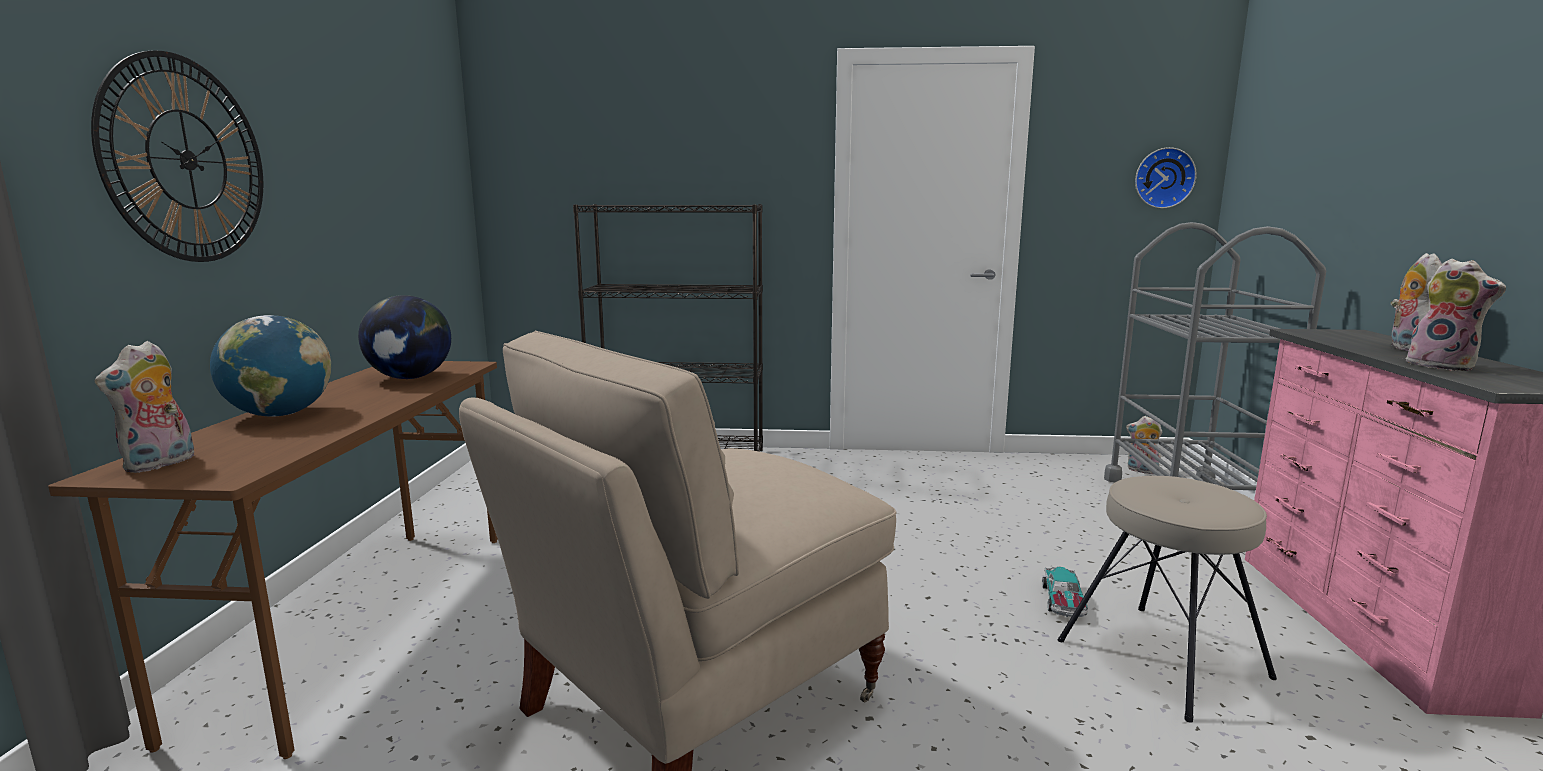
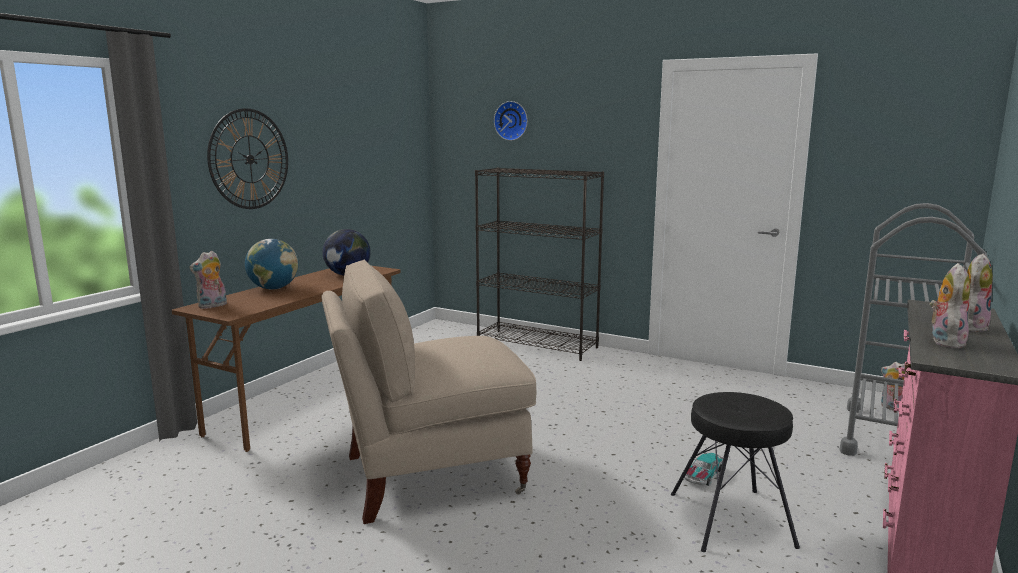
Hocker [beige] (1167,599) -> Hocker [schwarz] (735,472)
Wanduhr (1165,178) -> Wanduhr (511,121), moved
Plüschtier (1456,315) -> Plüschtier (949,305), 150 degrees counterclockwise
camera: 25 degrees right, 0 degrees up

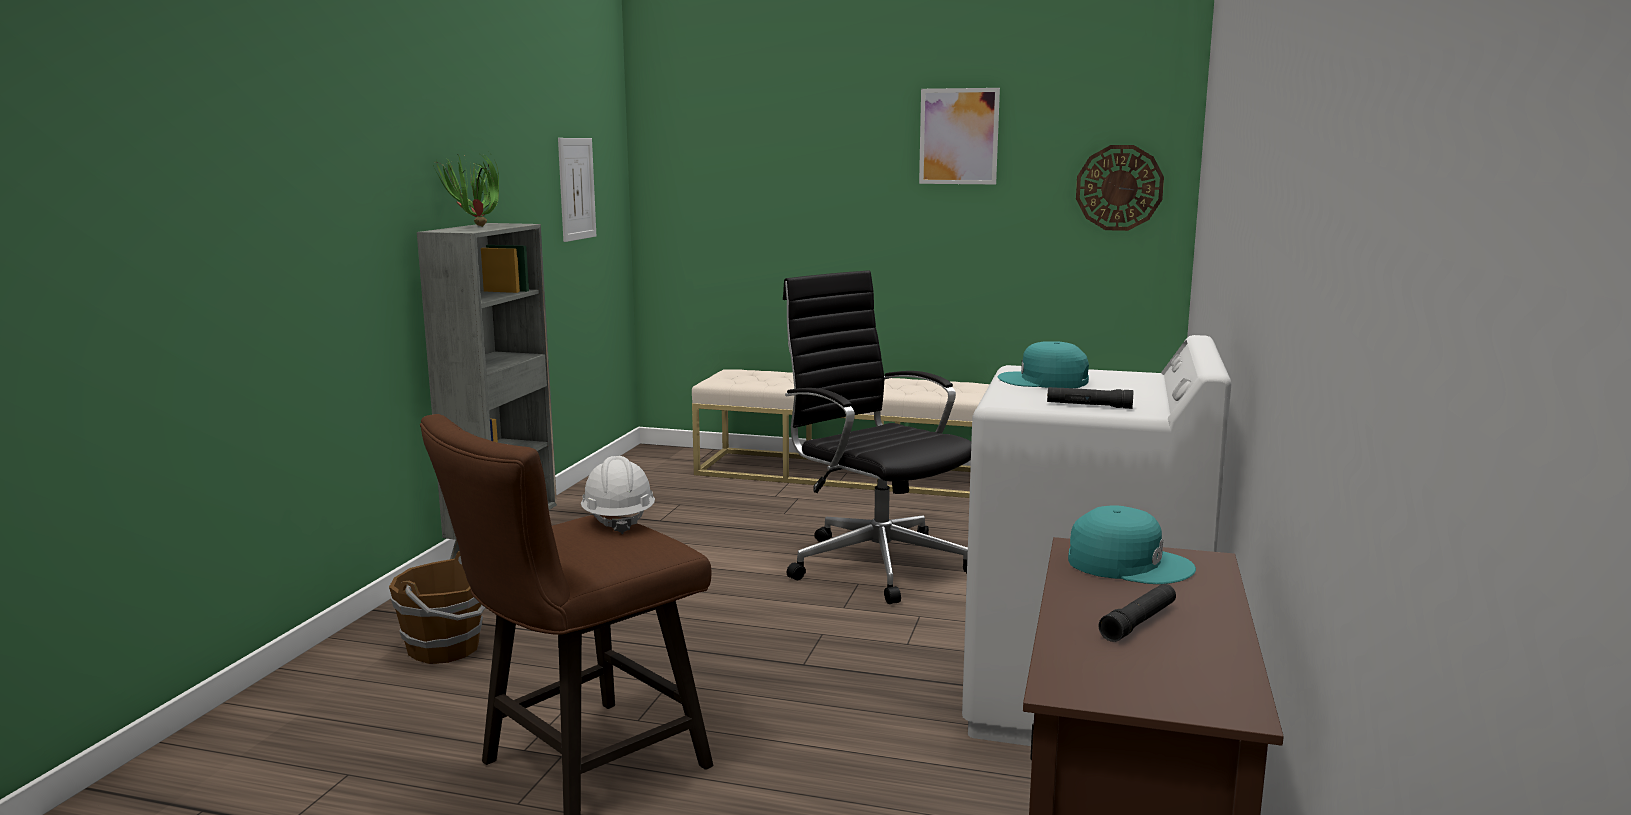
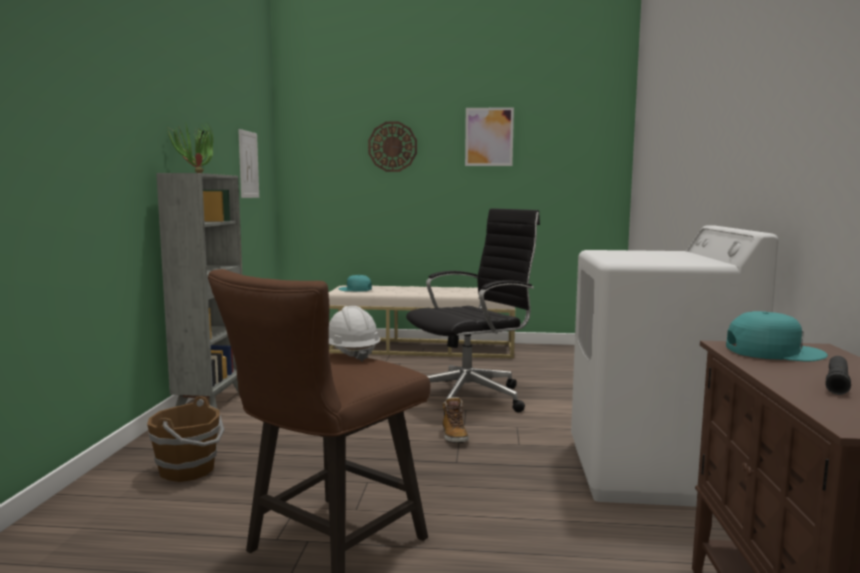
Bürostuhl [schwarz] (877,437) -> Bürostuhl [schwarz] (473,311), 105 degrees clockwise
Kappe [türkis] (1043,364) -> Kappe [türkis] (355,283), moved
Taschenlampe [schwarz] (1090,398) -> none
Wanduhr (1120,188) -> Wanduhr (392,147), moved
none -> Stiefel (455,420)
camera: 10 degrees left, 5 degrees down

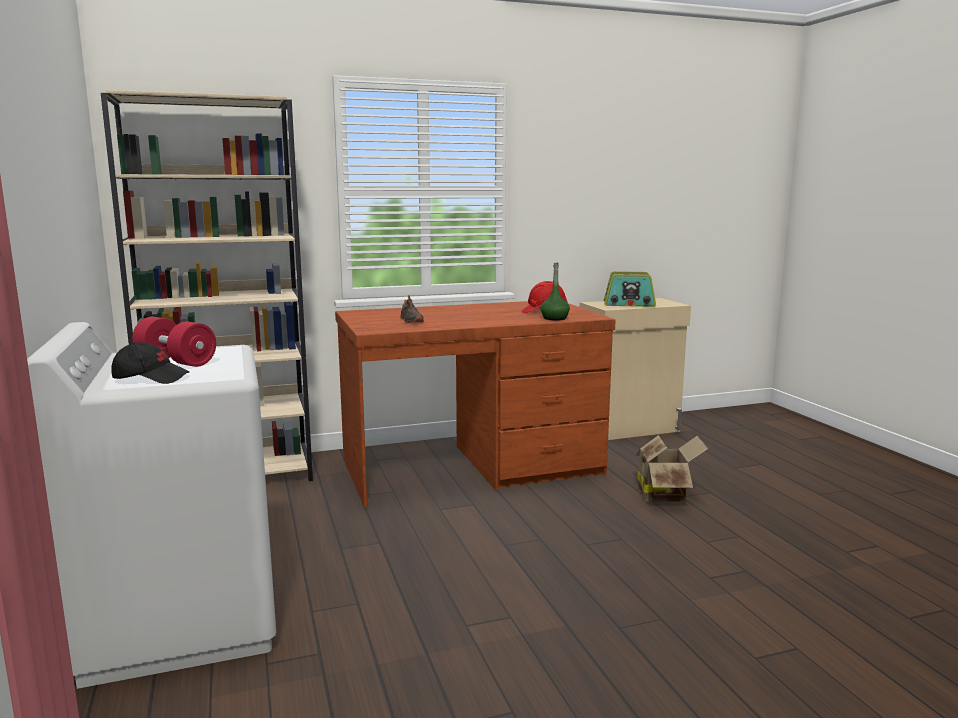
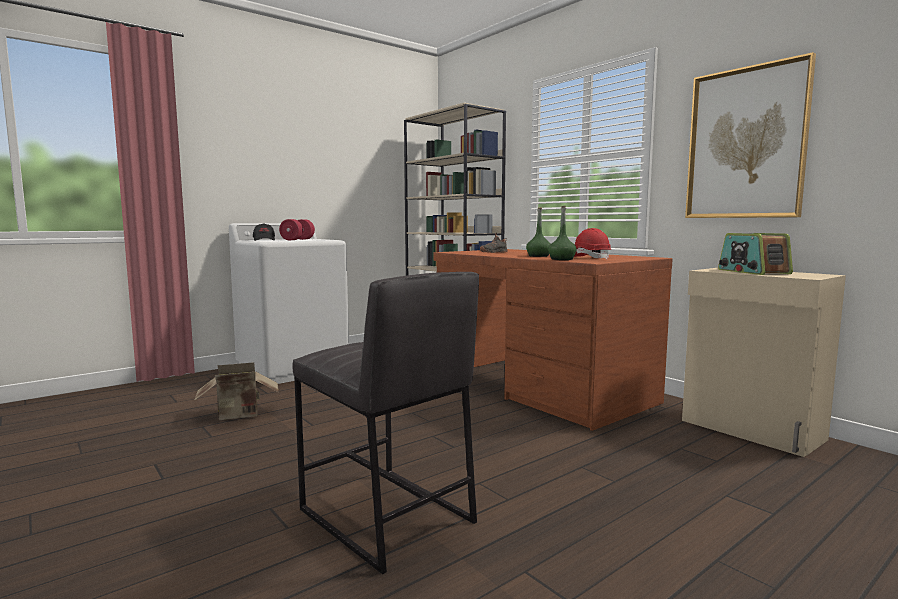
Karton (671,469) -> Karton (236,391), moved
none -> Hocker [grau] (386,423)
none -> Flasche [grün] (538,232)
none -> Bild (750,135)
camera: 70 degrees right, 5 degrees down

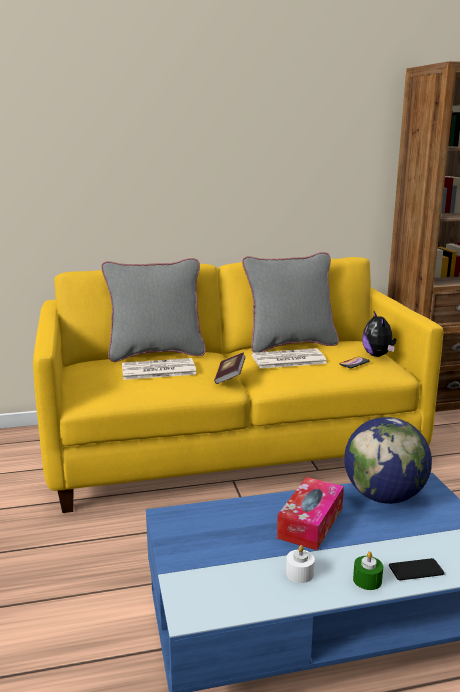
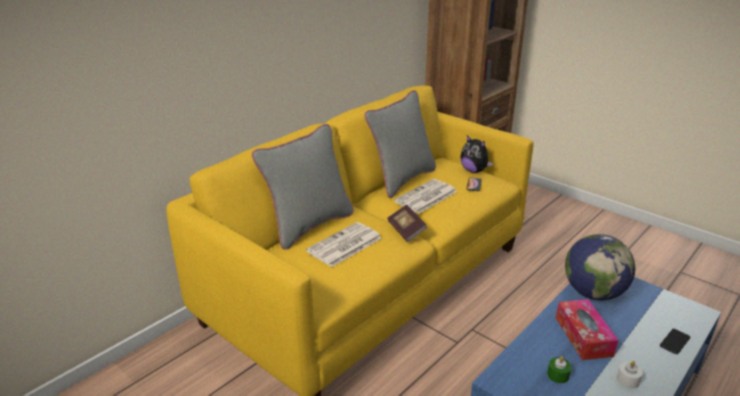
Kerze [grün] (368,570) -> Kerze [grün] (559,369), moved
camera: 35 degrees left, 10 degrees up

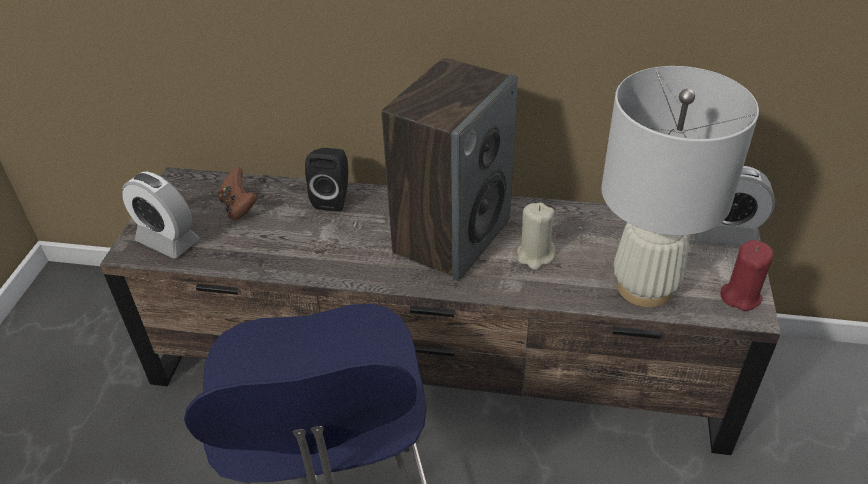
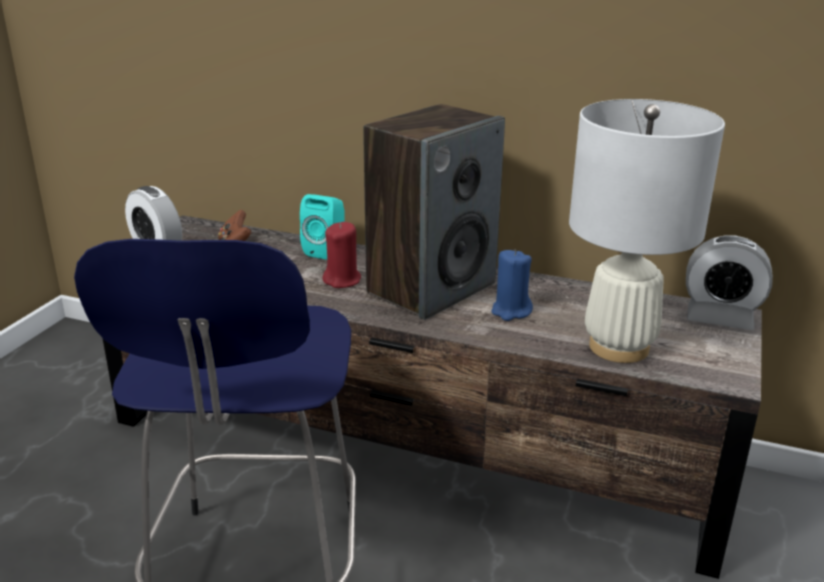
Lautsprecher [schwarz] (326,180) -> Lautsprecher [türkis] (322,227)
Kerze [beige] (536,236) -> Kerze [blau] (512,285)
Kerze [rot] (746,275) -> Kerze [rot] (341,255), moved
camera: 10 degrees right, 15 degrees down

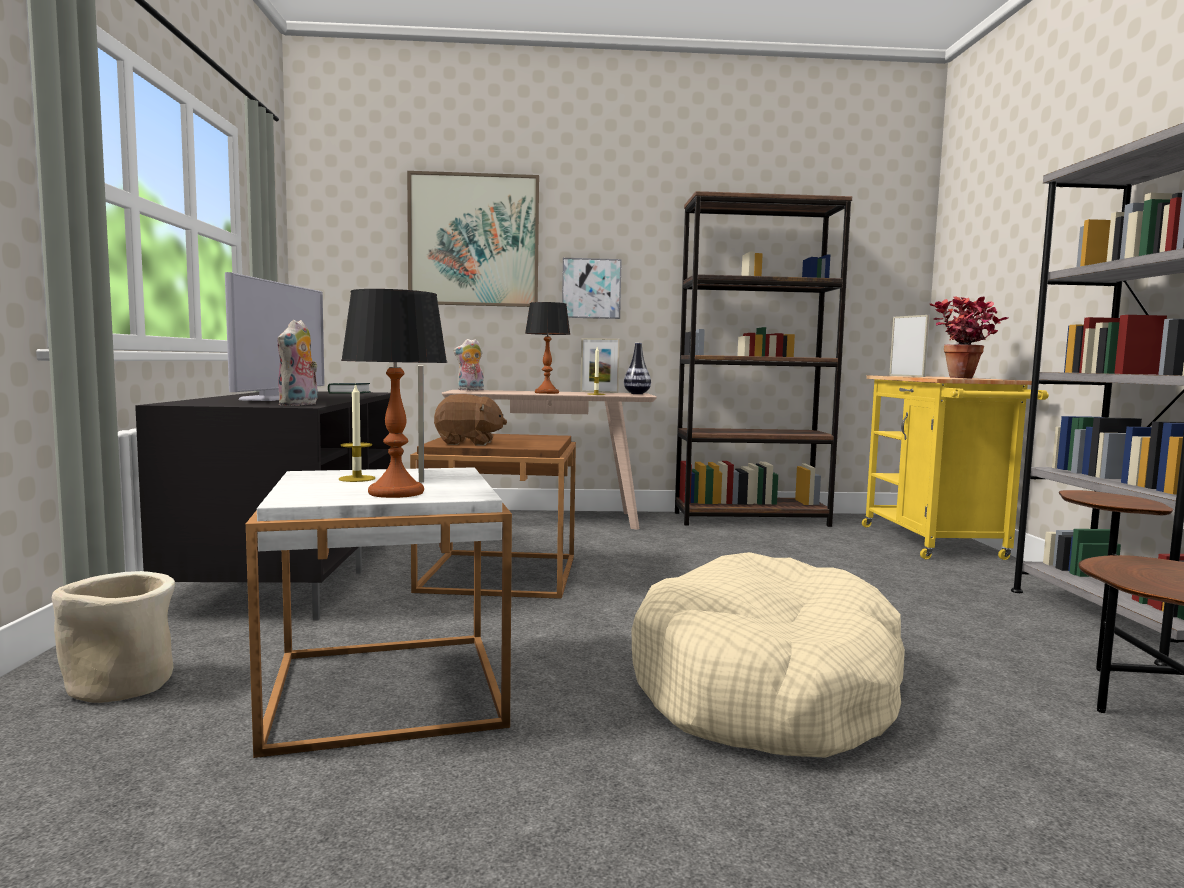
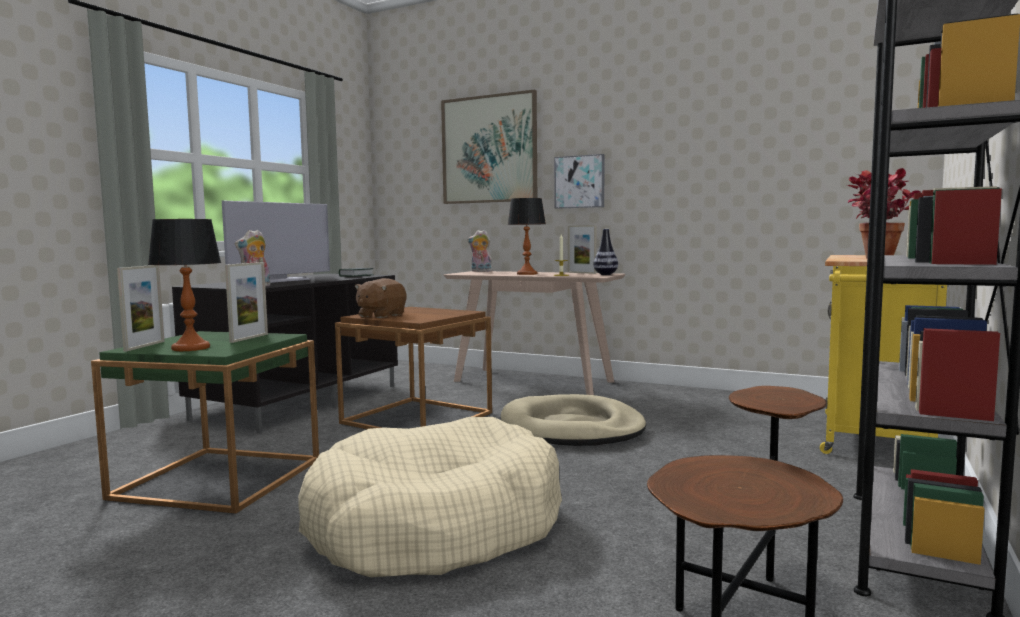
Pflanzkübel [beige] (113,637) -> none
Beistelltisch [weiß] (379,612) -> Beistelltisch [grün] (205,422)
Kerze (357,432) -> none
Plüschtier [braun] (470,420) -> Plüschtier [braun] (380,298), 90 degrees clockwise
Bücherregal [braun] (763,359) -> none
Bilderrahmen (909,346) -> Bilderrahmen (141,308), moved
none -> Hundebett [beige] (573,420)
camera: 30 degrees right, 0 degrees up

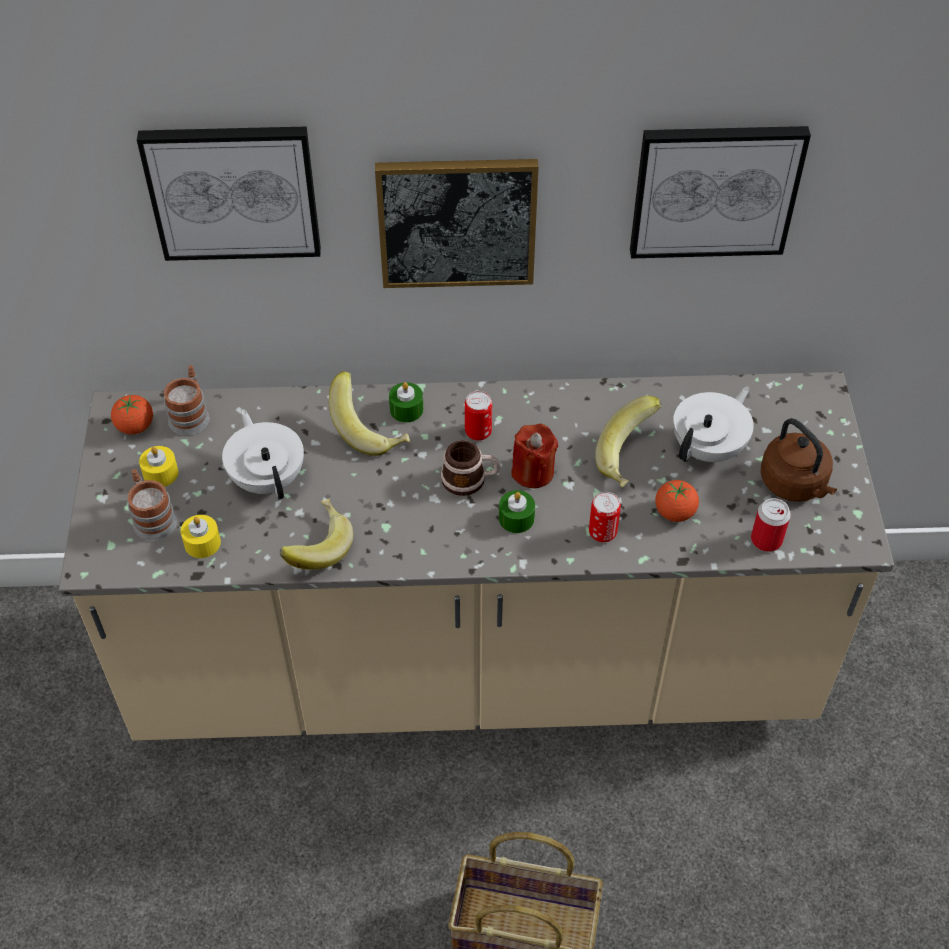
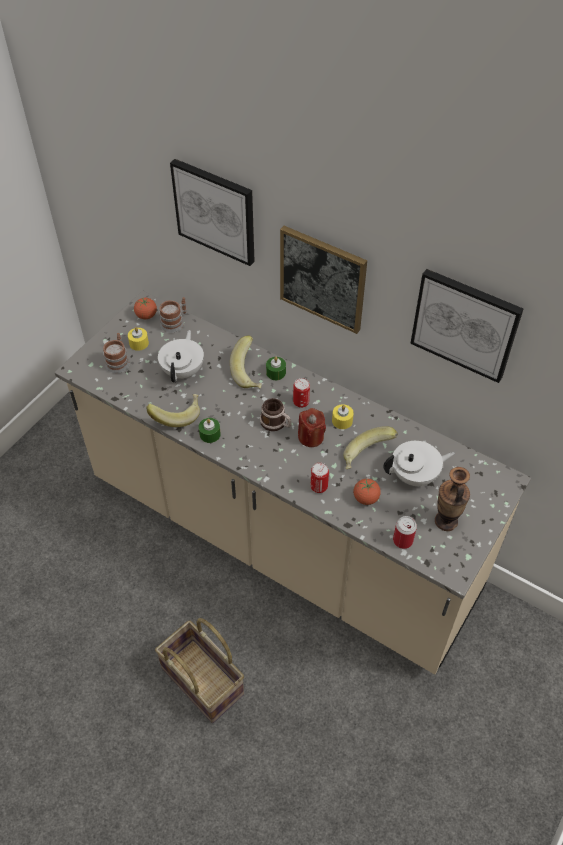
Kerze [gelb] (201,536) -> Kerze [gelb] (343,416), moved
Kerze [grün] (517,511) -> Kerze [grün] (210,430), moved
Wasserkessel [braun] (799,460) -> Vase (452,499)
camera: 35 degrees right, 0 degrees up

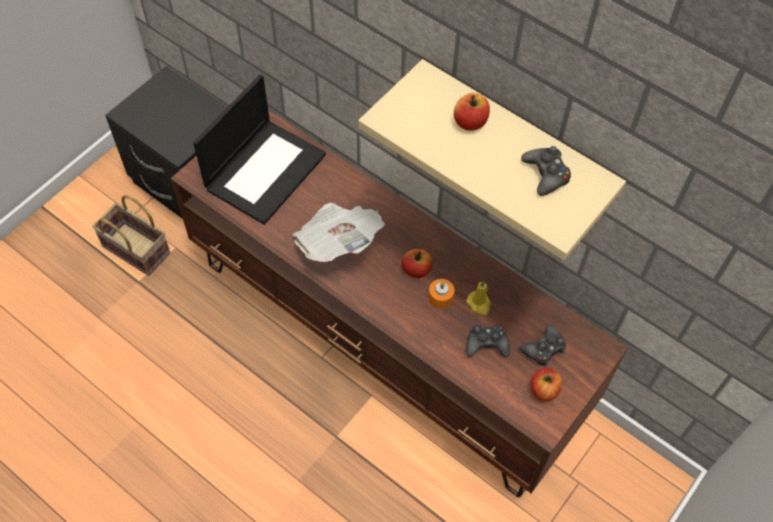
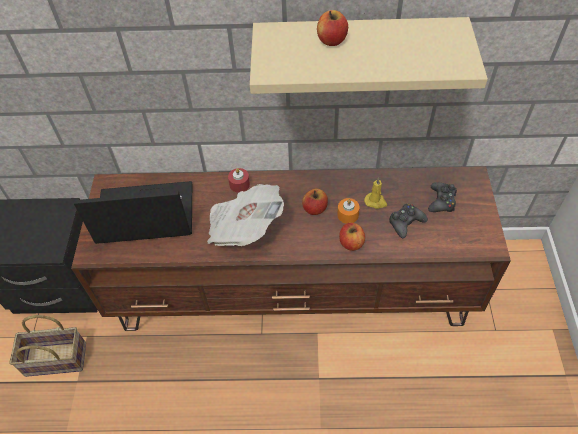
Laptop (259,149) -> Laptop (133,212), 90 degrees counterclockwise
Gamepad [schwarz] (546,171) -> none
Apfel (546,384) -> Apfel (352,237), moved
none -> Kerze [rot] (239,180)
camera: 35 degrees left, 5 degrees down

